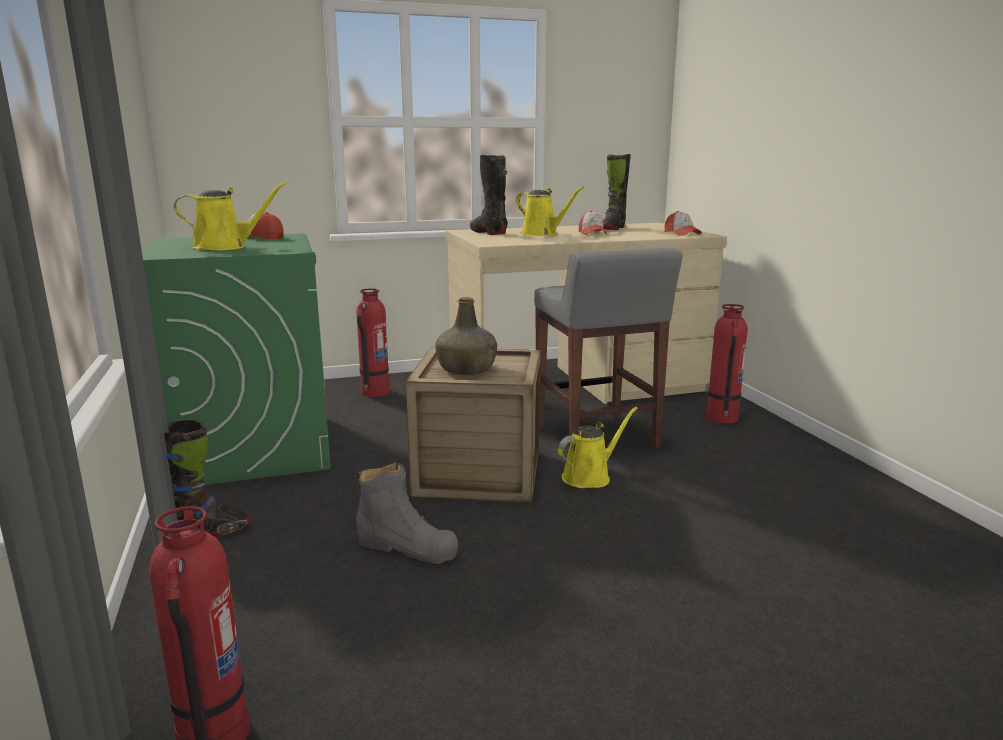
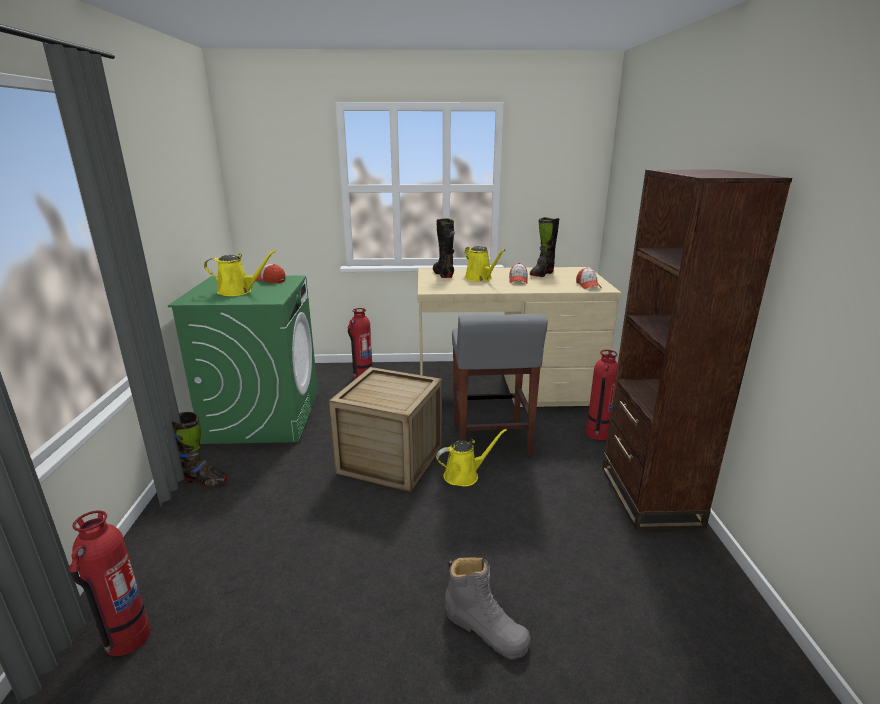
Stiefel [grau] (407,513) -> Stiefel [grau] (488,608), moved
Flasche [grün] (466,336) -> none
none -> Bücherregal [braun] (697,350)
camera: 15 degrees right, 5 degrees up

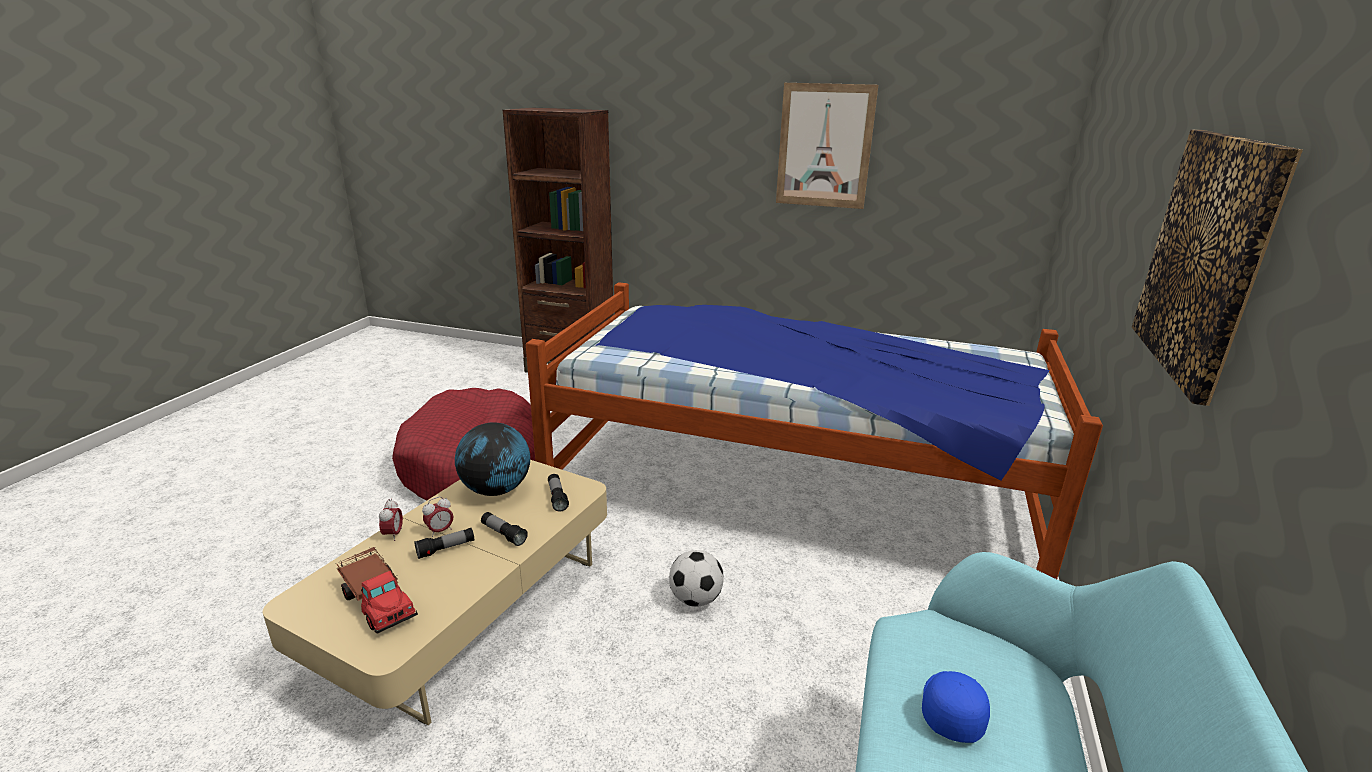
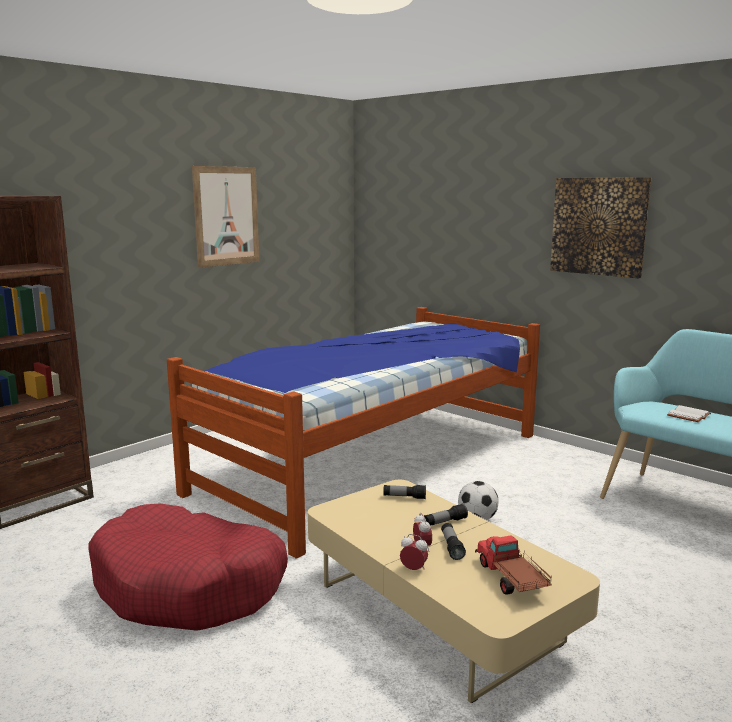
Spielzeuglaster (377,590) -> Spielzeuglaster (513,565), 90 degrees counterclockwise
Globus (492,459) -> none
Kappe [blau] (956,707) -> Buch [weiß] (689,413)
camera: 65 degrees left, 10 degrees down

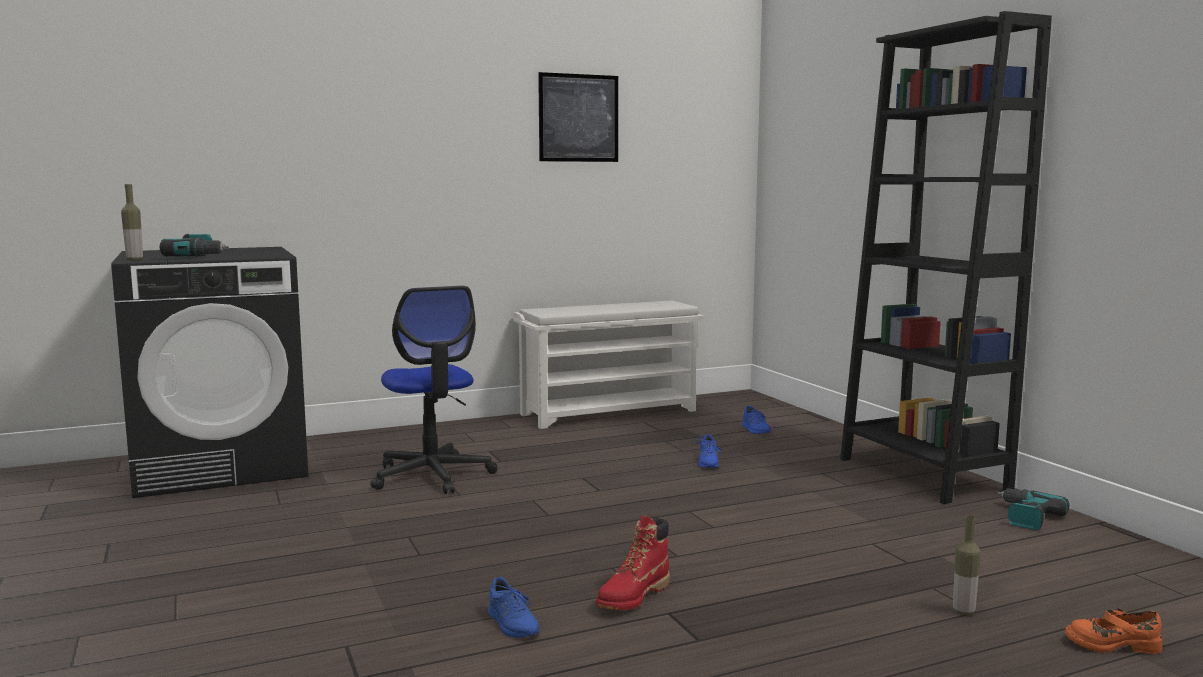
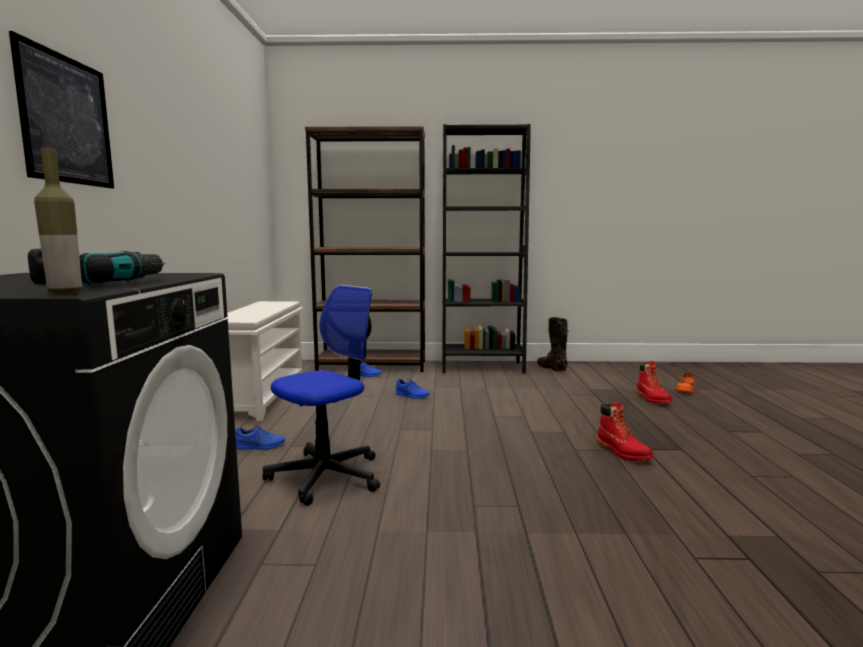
Bürostuhl (434,390) -> Bürostuhl (321,395), 45 degrees counterclockwise
Schuh [blau] (513,607) -> Schuh [blau] (260,438), moved
Bild (578,117) -> Bild (61,110), moved
Flasche (967,565) -> Stiefel [rot] (654,382)
Bohrmaschine (1033,509) -> Stiefel [schwarz] (552,344)
none -> Bücherregal [braun] (365,249)
camera: 65 degrees left, 0 degrees up

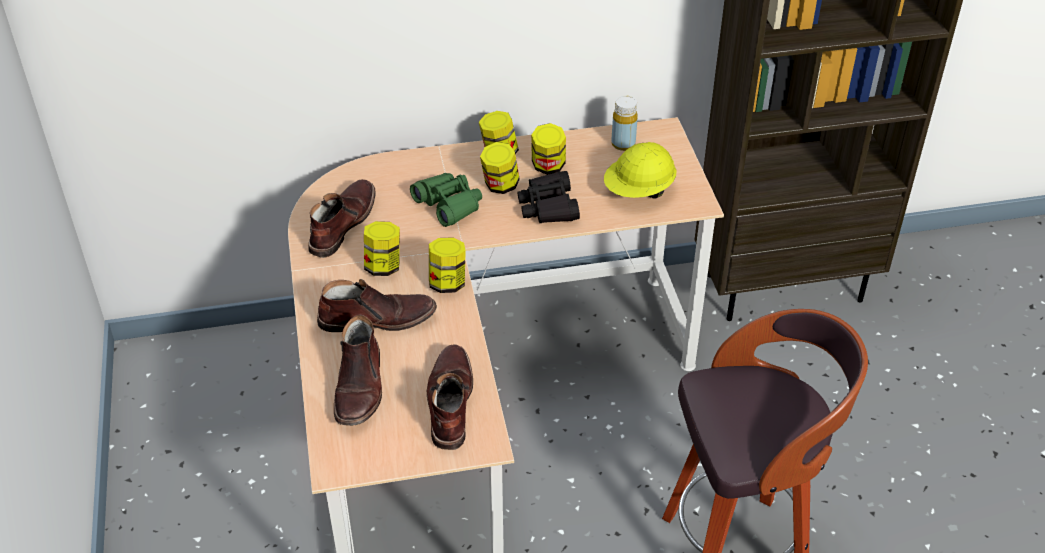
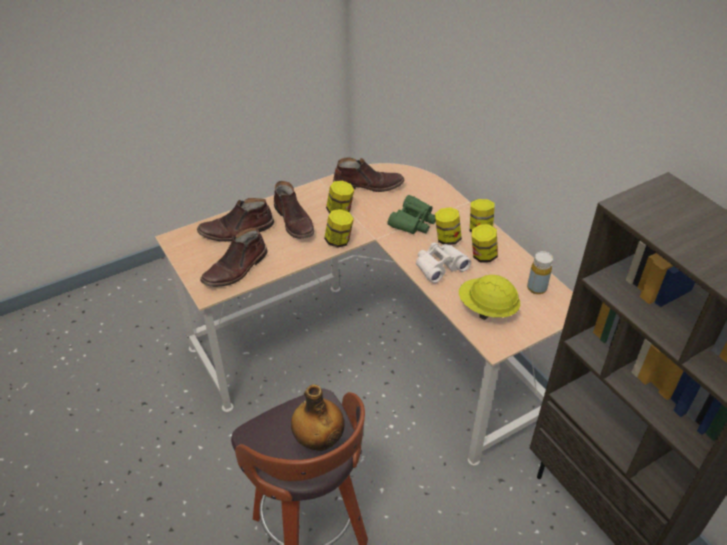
Stiefel [braun] (450,397) -> Stiefel [braun] (234,257), 150 degrees clockwise
Fernglas [schwarz] (548,197) -> Fernglas [weiß] (443,263)
none -> Flasche (317,417)
camera: 70 degrees right, 0 degrees up

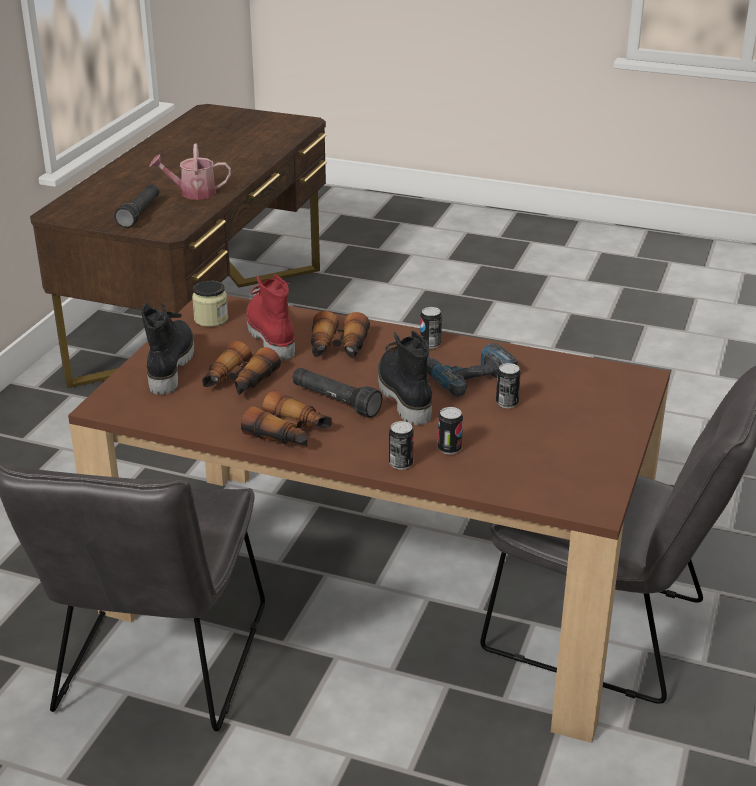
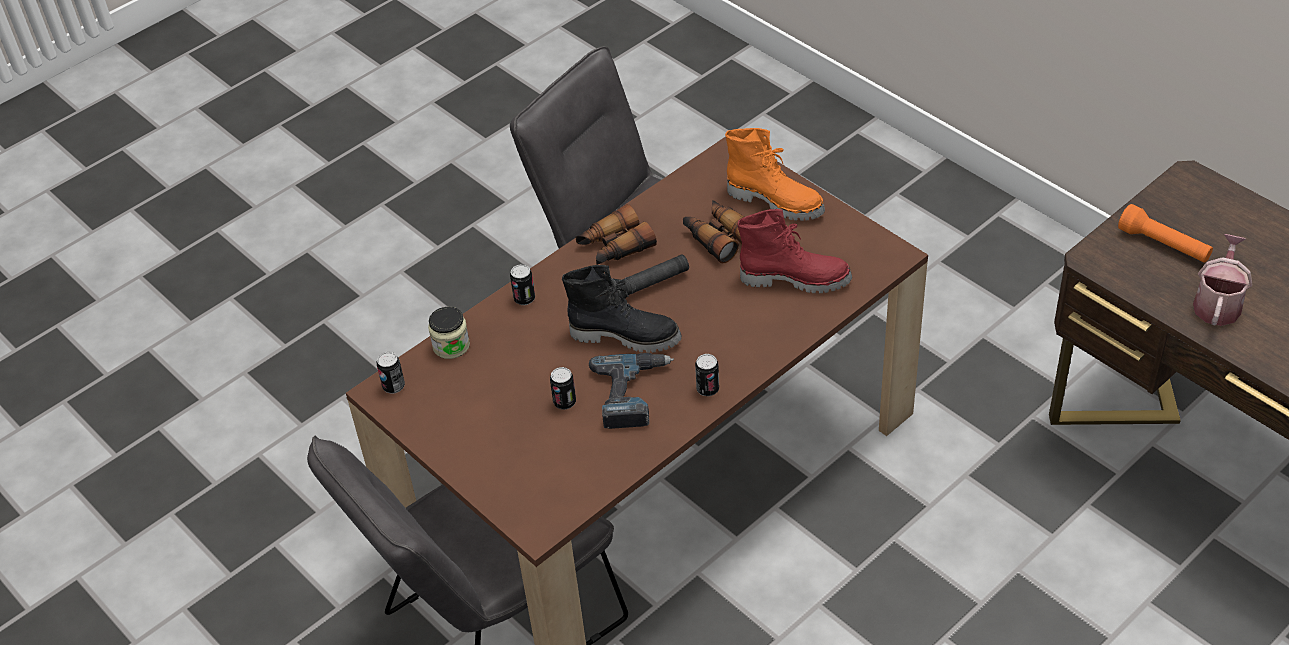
Taschenlampe [schwarz] (136,206) -> Taschenlampe [orange] (1165,233)
Stiefel [schwarz] (167,348) -> Stiefel [orange] (775,174)
Vorratsglas (210,304) -> Vorratsglas (449,333), moved
Fernglas (340,334) -> none
Dose (450,431) -> Dose (391,373), moved
camera: 120 degrees right, 15 degrees up

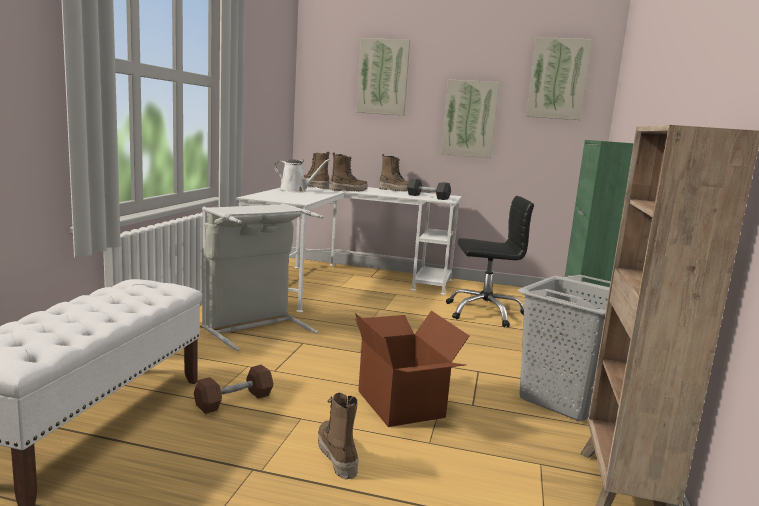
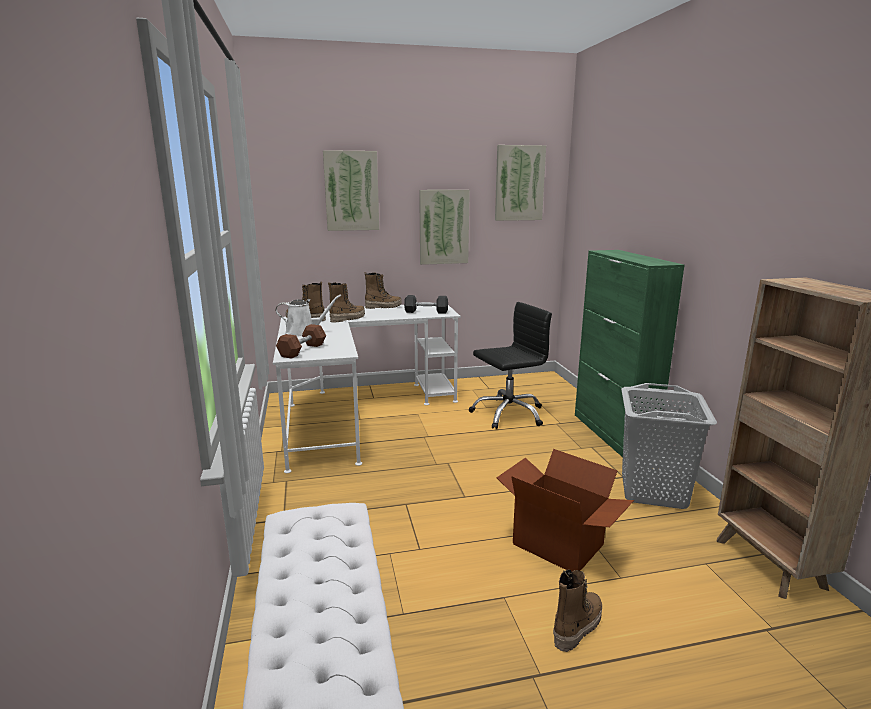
Hantel [braun] (233,389) -> Hantel [braun] (301,341), moved
Wäschekorb [grau] (263,277) -> none
Stiefel (338,436) -> Stiefel (577,610), 90 degrees clockwise
camera: 25 degrees left, 5 degrees up

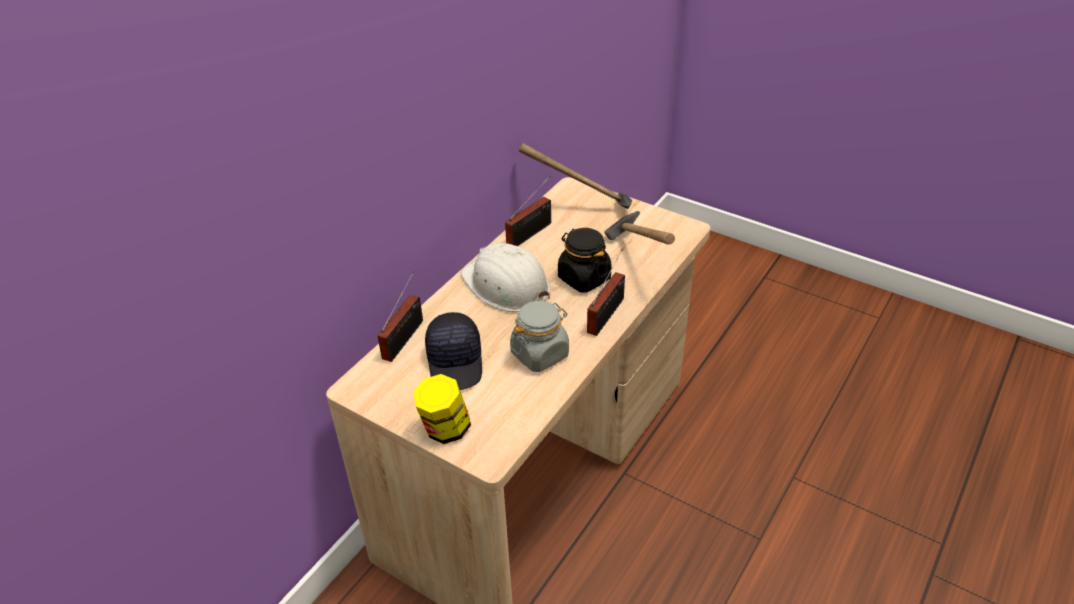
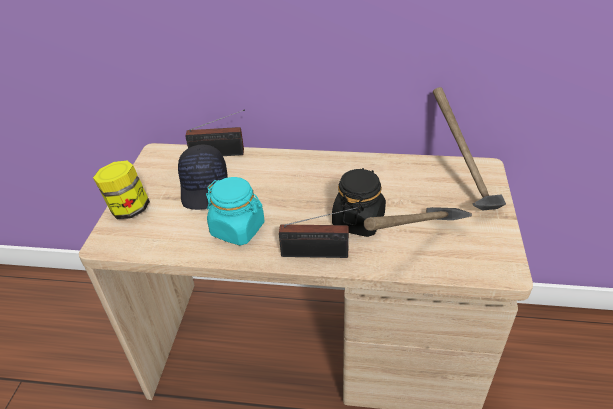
Kappe [schwarz] (453,351) -> Kappe [schwarz] (202,177), 60 degrees counterclockwise
Schutzhelm [weiß] (505,277) -> none
Radio (528,211) -> none
Vorratsglas [grau] (539,336) -> Vorratsglas [türkis] (235,211)
camera: 65 degrees right, 0 degrees up

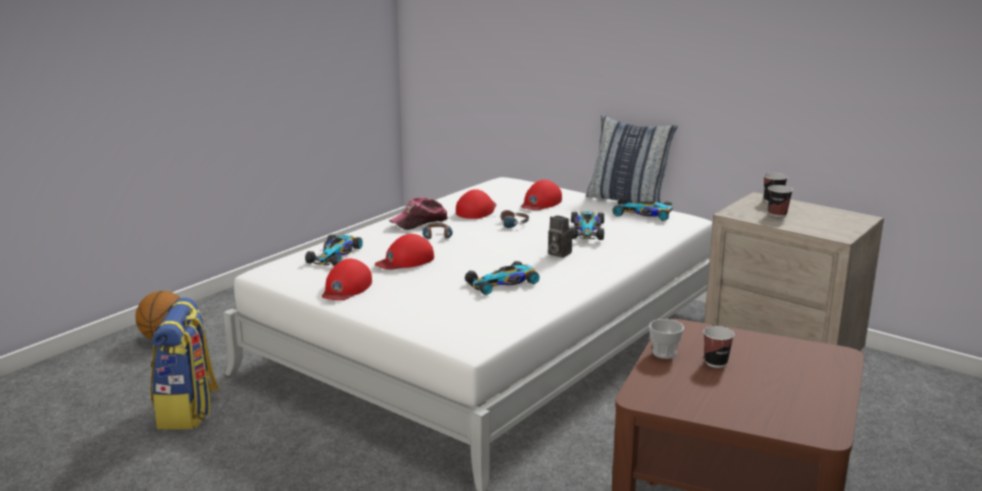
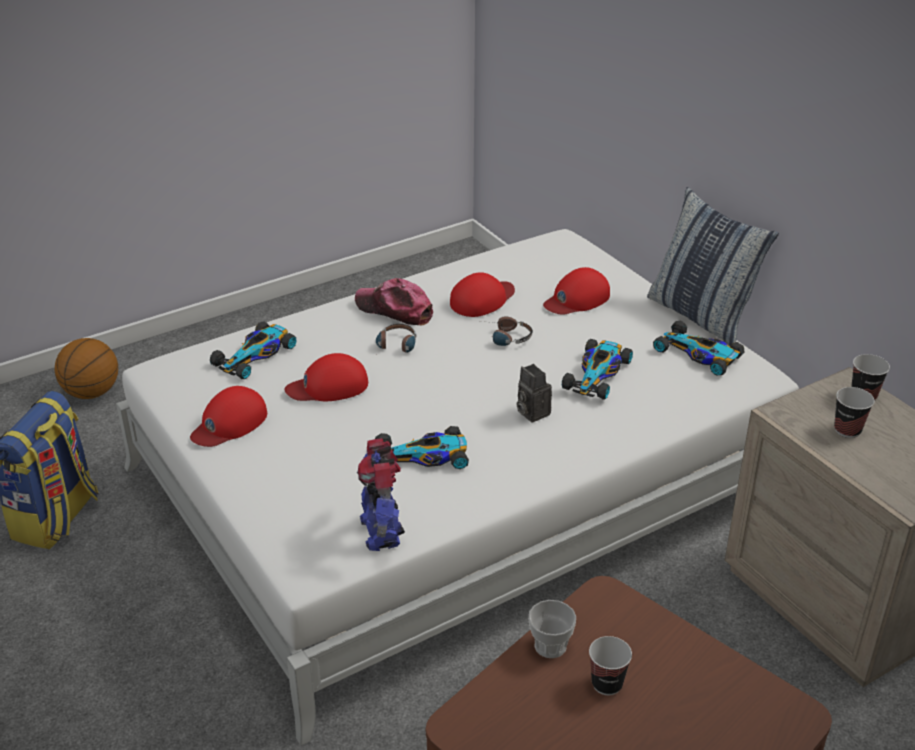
Kappe (419,213) -> Kappe (394,302), 45 degrees clockwise
none -> Spielzeugroboter (381,494)
camera: 20 degrees right, 15 degrees up

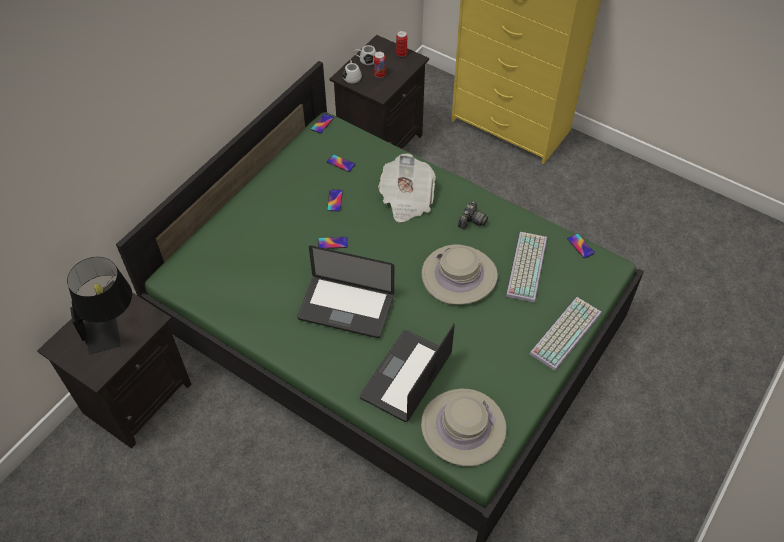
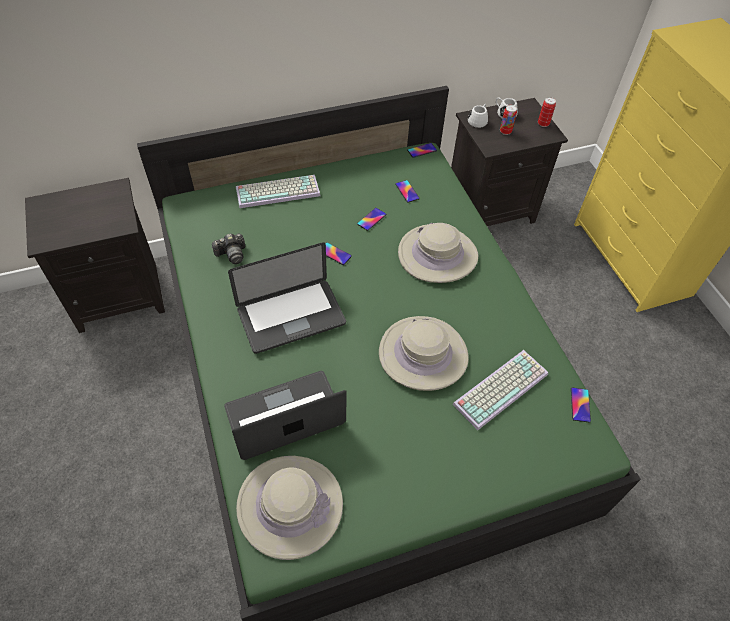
Tischlampe [schwarz] (99,305) -> none
Laptop (345,292) -> Laptop (287,298), 75 degrees counterclockwise
Zeitung (407,188) -> Hut [beige] (438,253)
Kamera (473,215) -> Kamera (228,248), moved
Tastatur (565,334) -> Tastatur (278,191), moved
camera: 35 degrees right, 0 degrees up

